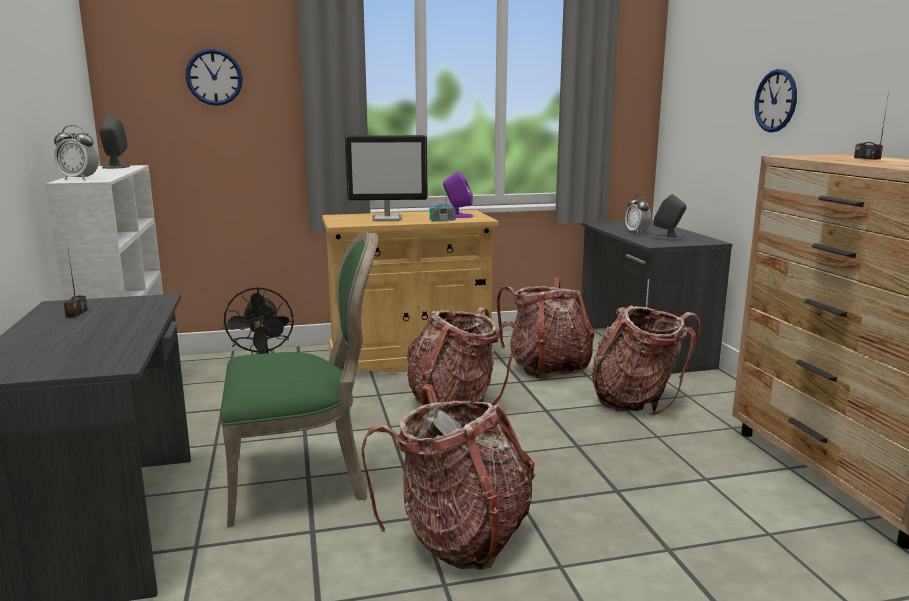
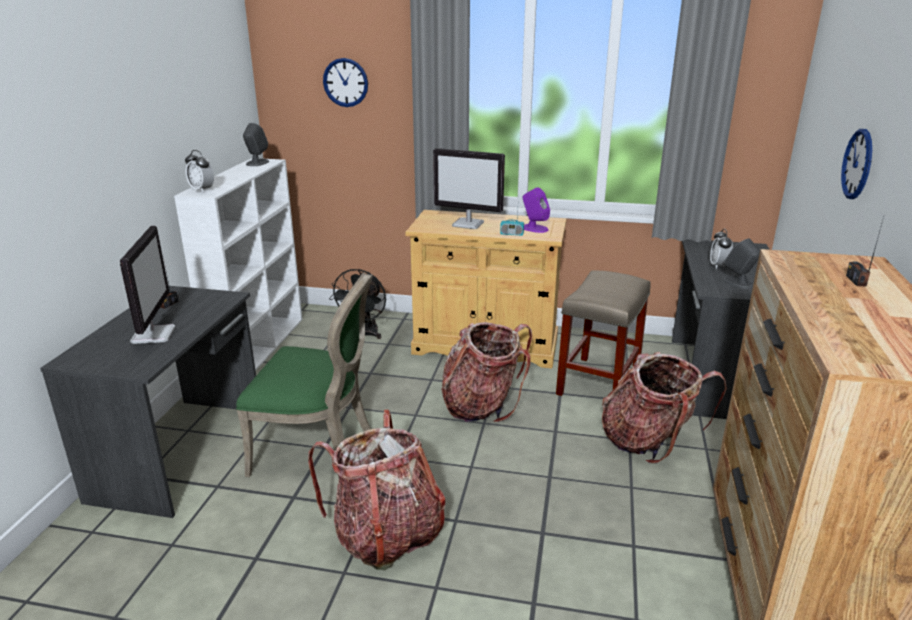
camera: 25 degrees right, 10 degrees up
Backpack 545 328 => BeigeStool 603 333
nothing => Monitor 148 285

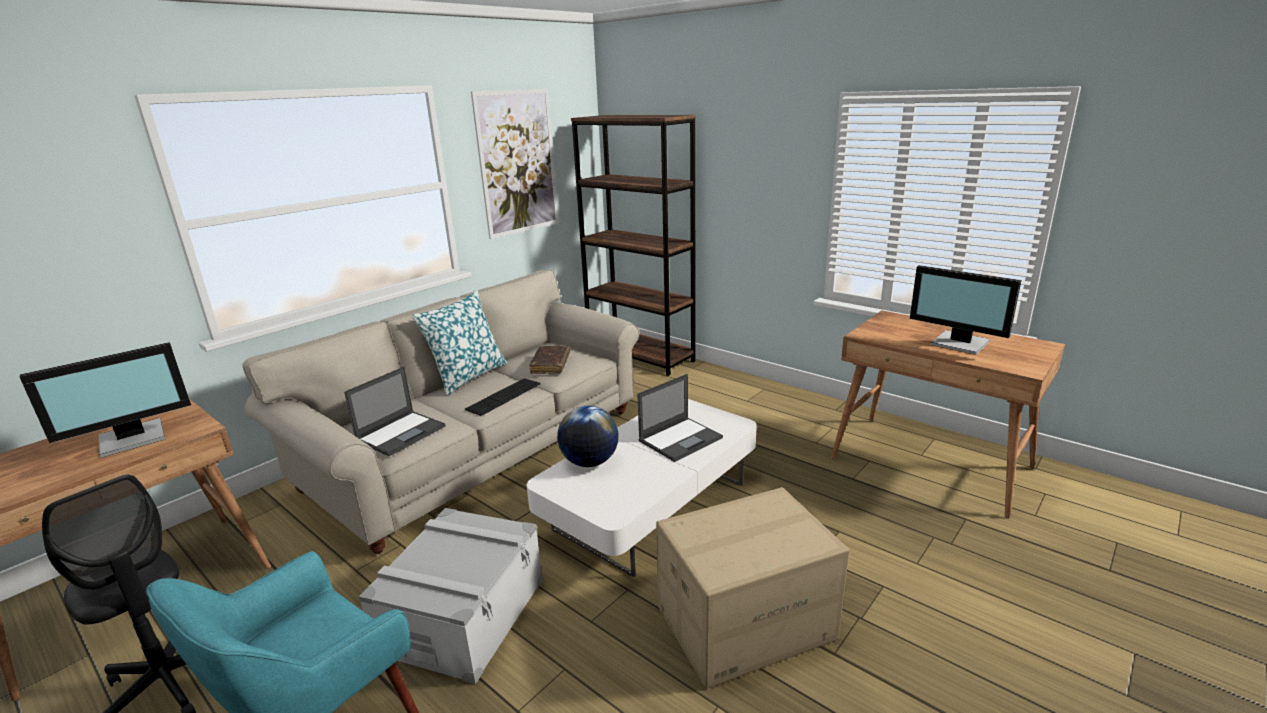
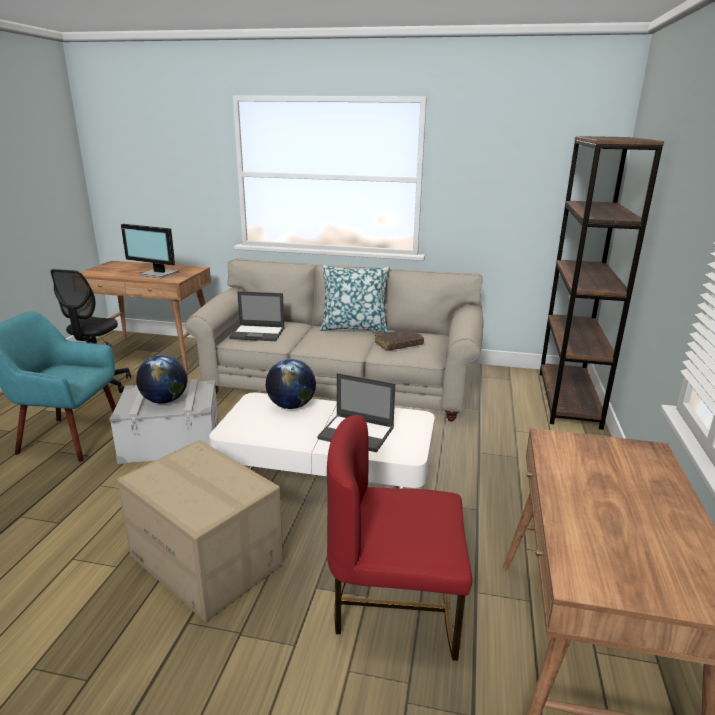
camera: 60 degrees right, 0 degrees up
Picture 515 163 => nothing
Monitor 966 310 => nothing
Keyboard 502 397 => nothing
nothing => Globe 161 379
nothing => RedChair 399 538

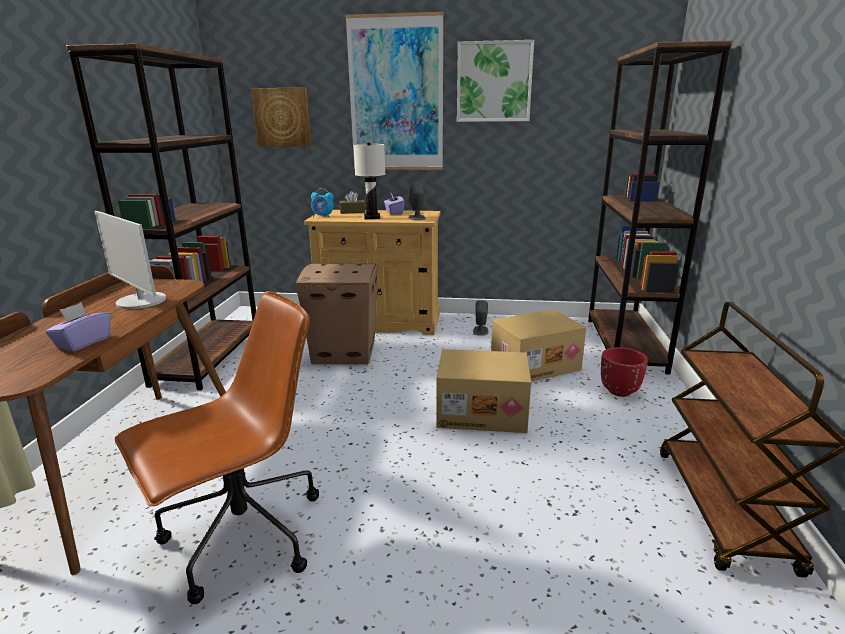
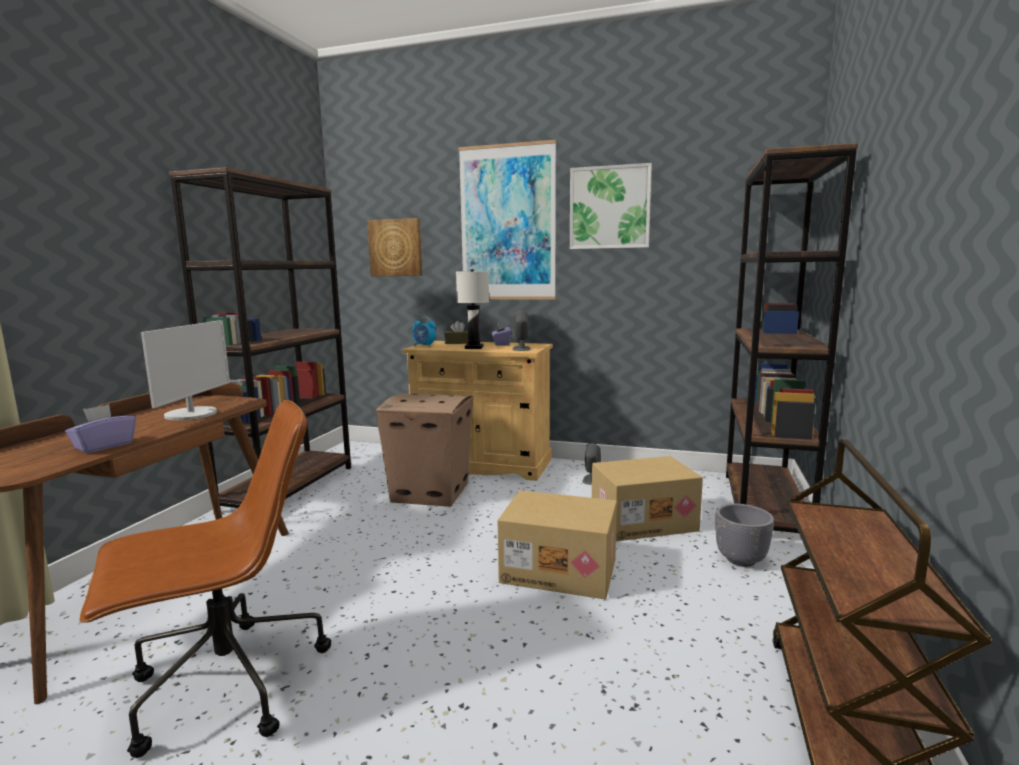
camera: 10 degrees right, 10 degrees down
Monitor 130 260 => Monitor 185 370, 135 degrees counterclockwise
RedPlanter 624 372 => GreyPlanter 744 535

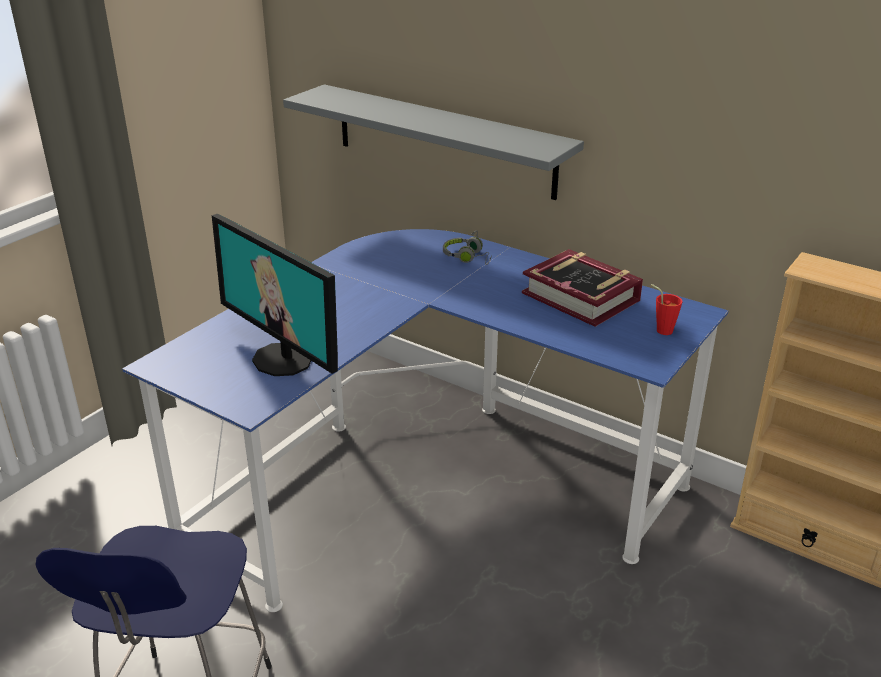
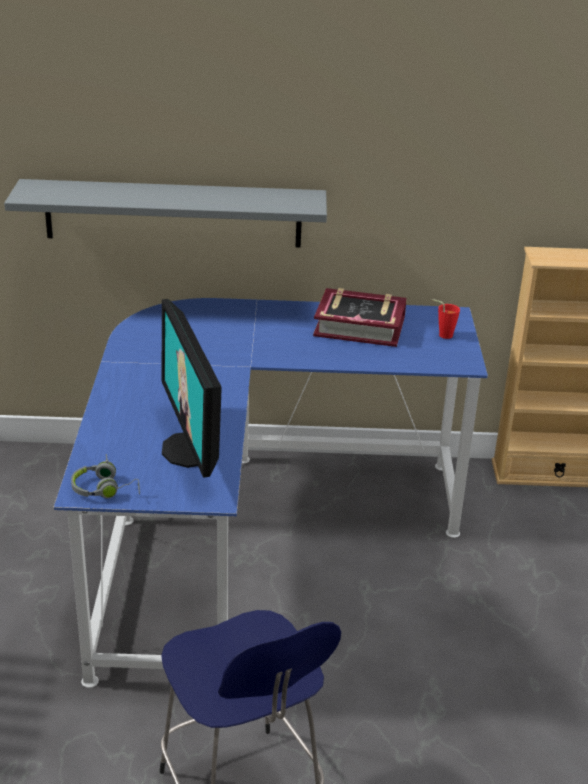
camera: 35 degrees left, 0 degrees up
Monitor 275 295 => Monitor 192 388, 60 degrees clockwise
GreyHeadphones 467 247 => GreyHeadphones 105 476, move

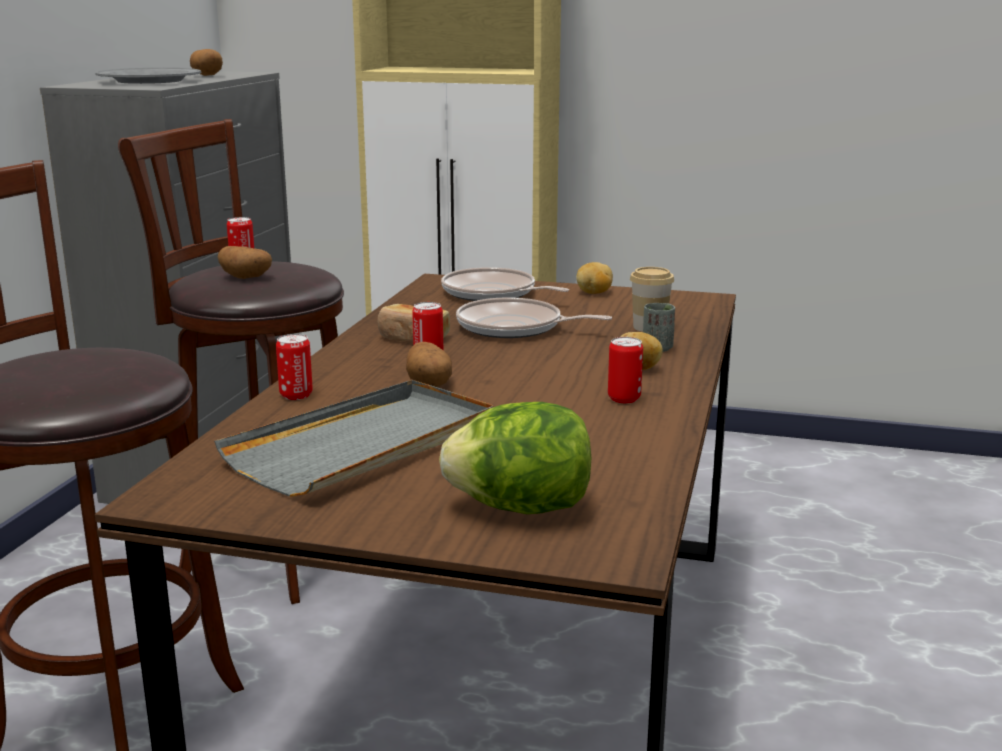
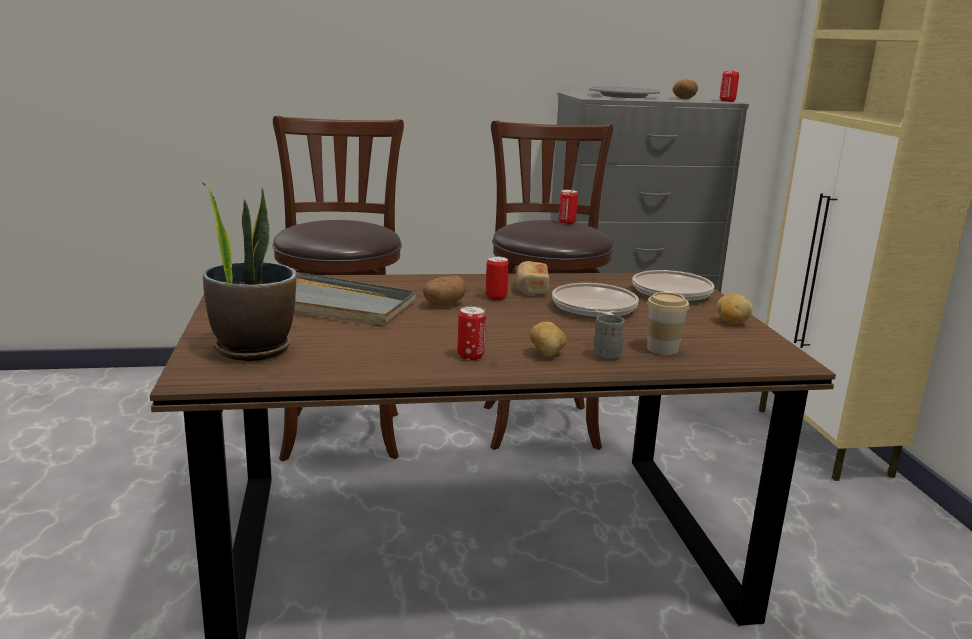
camera: 65 degrees right, 0 degrees up
Potato 245 262 => nothing
Can 294 367 => Can 729 86, move
Lettuce 515 458 => PottedPlant 249 271

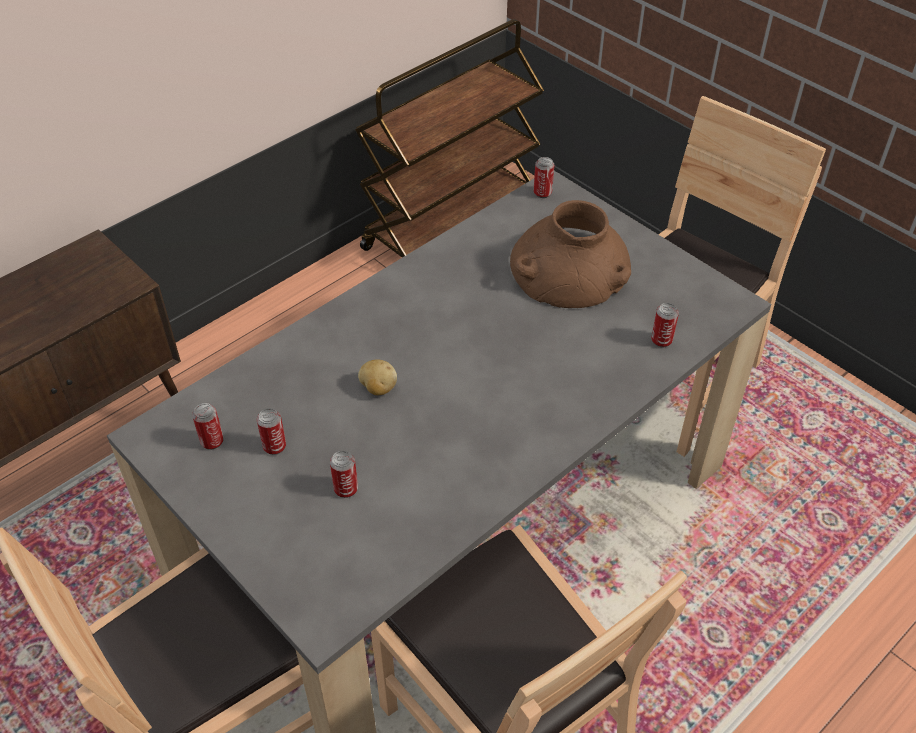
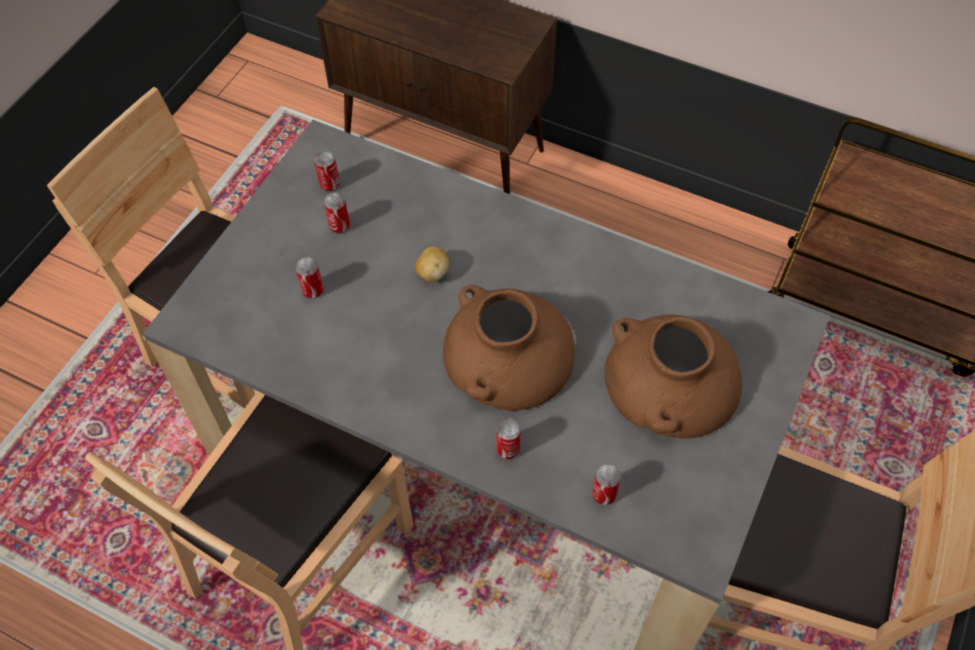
camera: 70 degrees right, 10 degrees up
Can 544 177 => Can 508 438, move
nothing => BrownVase 509 348

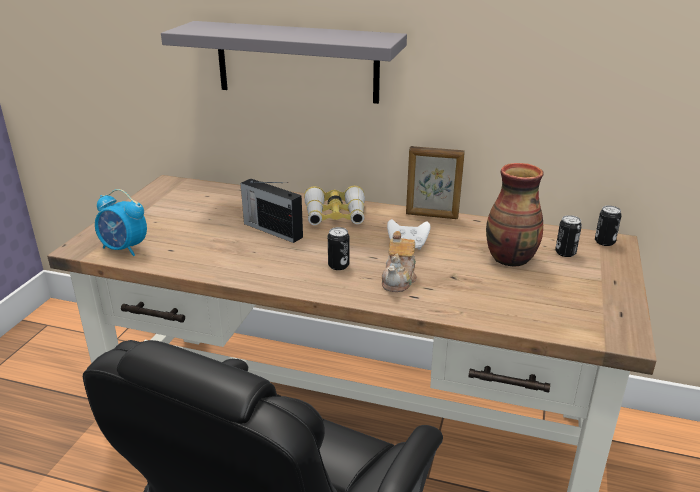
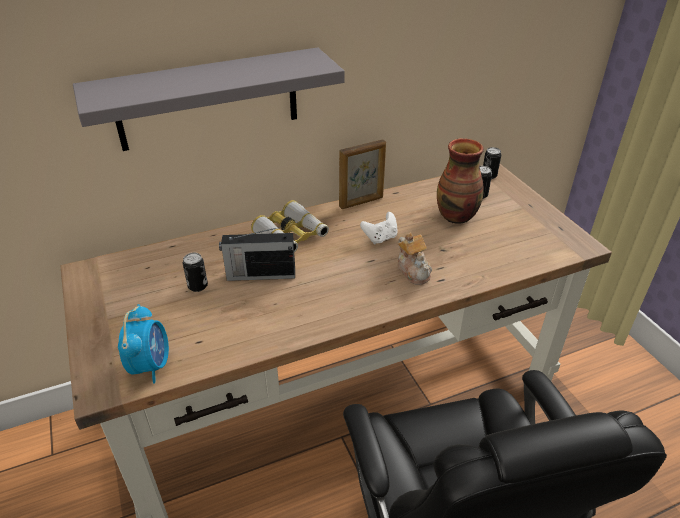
camera: 40 degrees left, 10 degrees up
AlarmClock 121 222 => AlarmClock 143 344, 75 degrees counterclockwise
Can 338 248 => Can 195 272, move

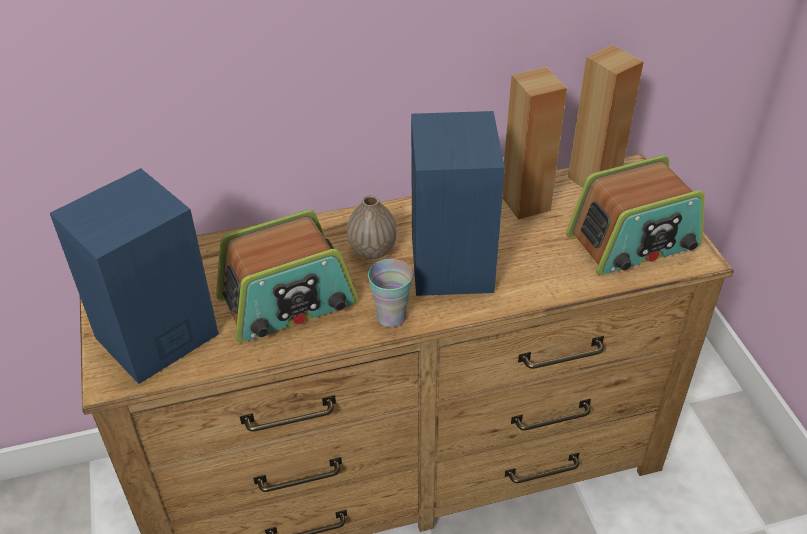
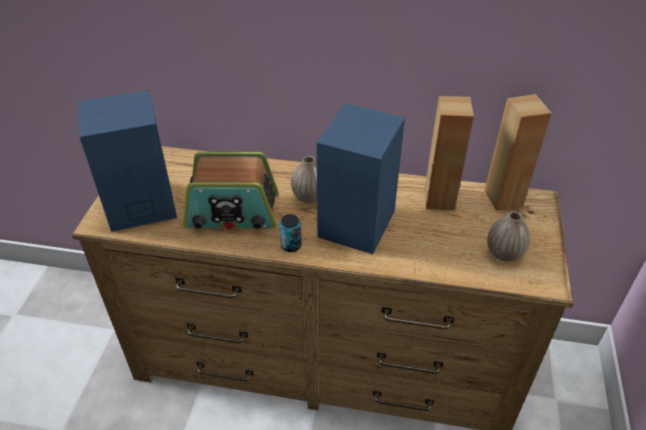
camera: 25 degrees right, 0 degrees up
Radio 635 215 => Vase 508 236
Cup 390 293 => Can 290 233

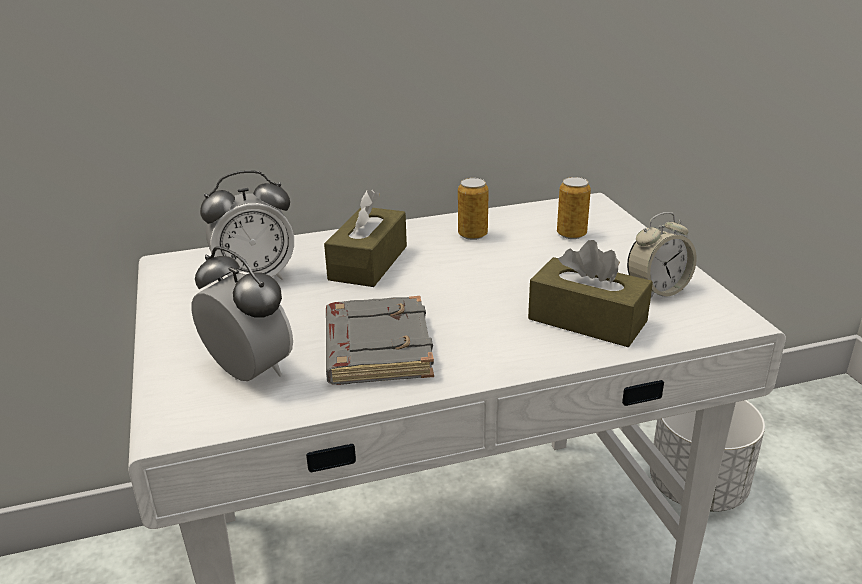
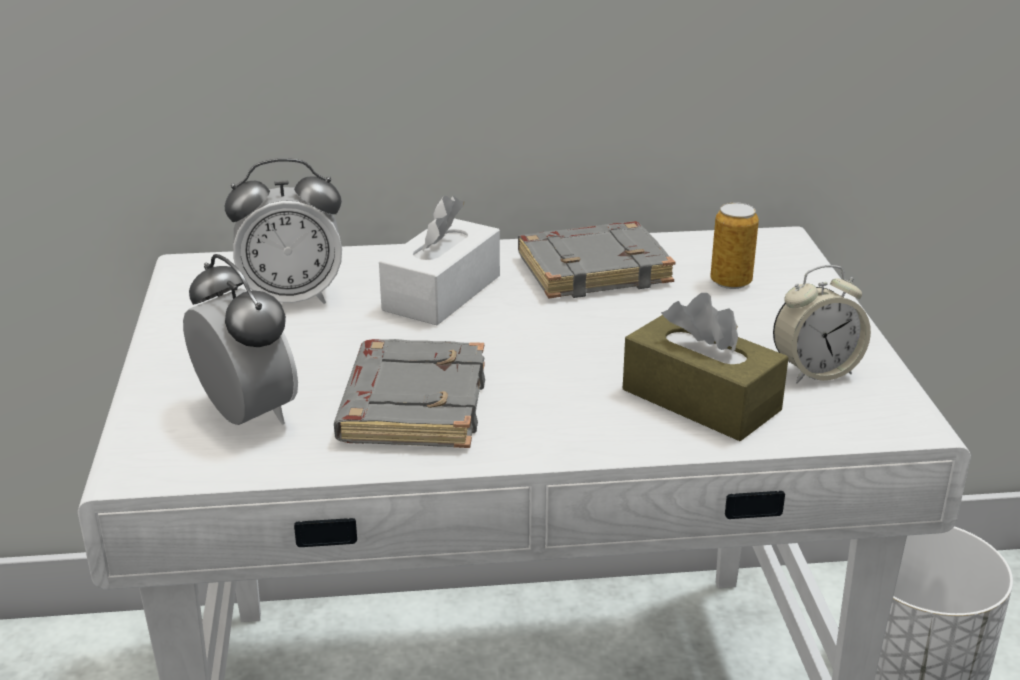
camera: 10 degrees right, 0 degrees up
Can 473 209 => GreyBook 597 260
BrownTissueBox 365 238 => WhiteTissueBox 439 260

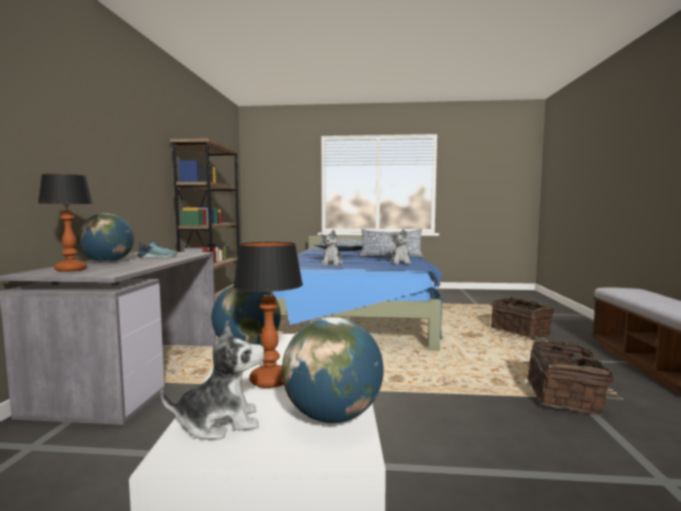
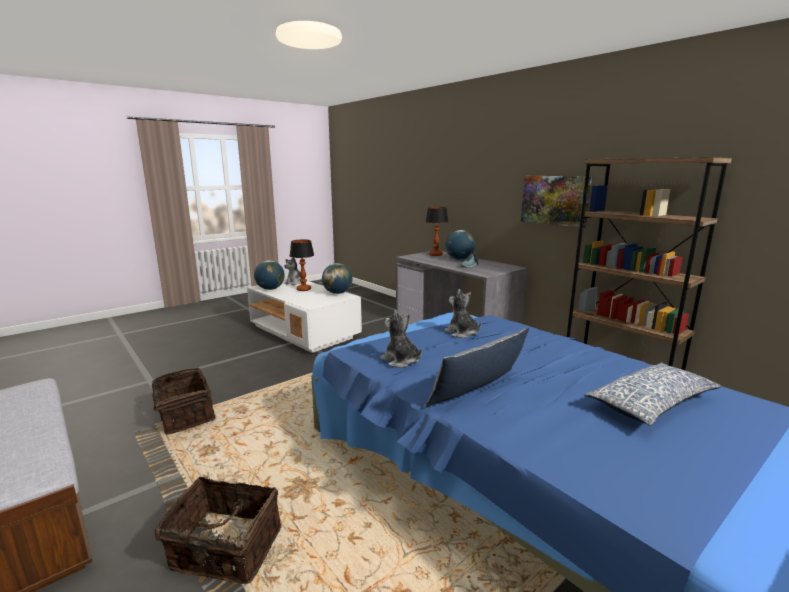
camera: 135 degrees right, 10 degrees up
nothing => Picture 556 202

